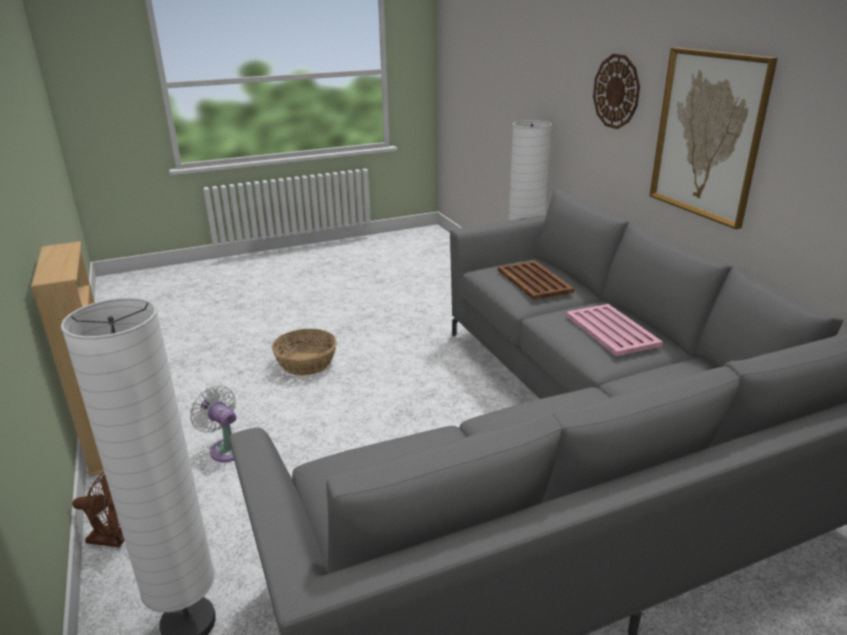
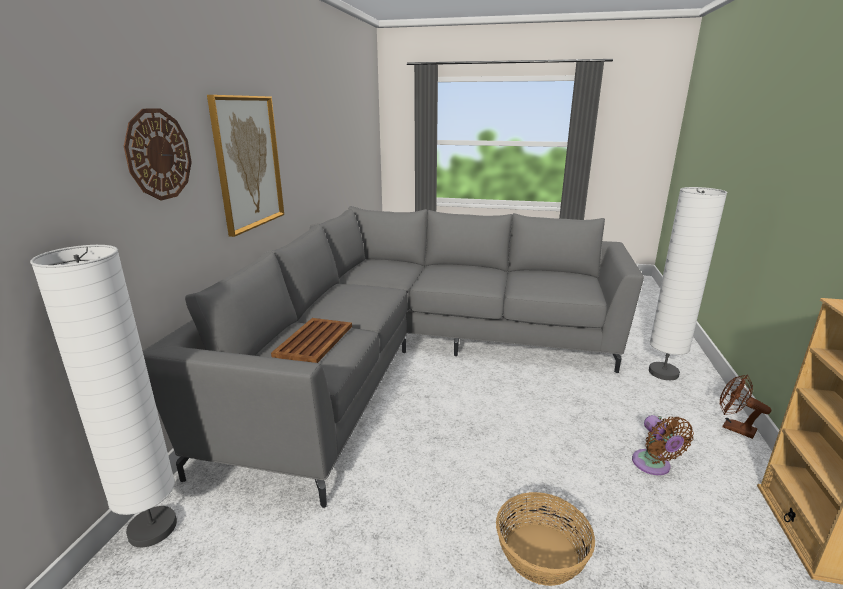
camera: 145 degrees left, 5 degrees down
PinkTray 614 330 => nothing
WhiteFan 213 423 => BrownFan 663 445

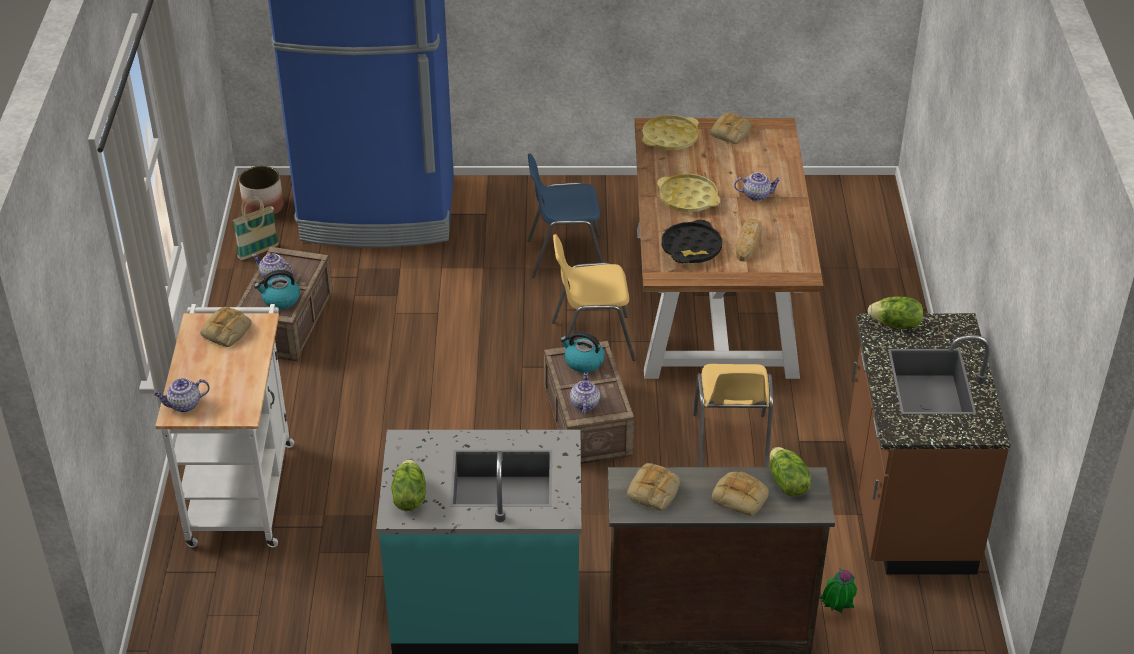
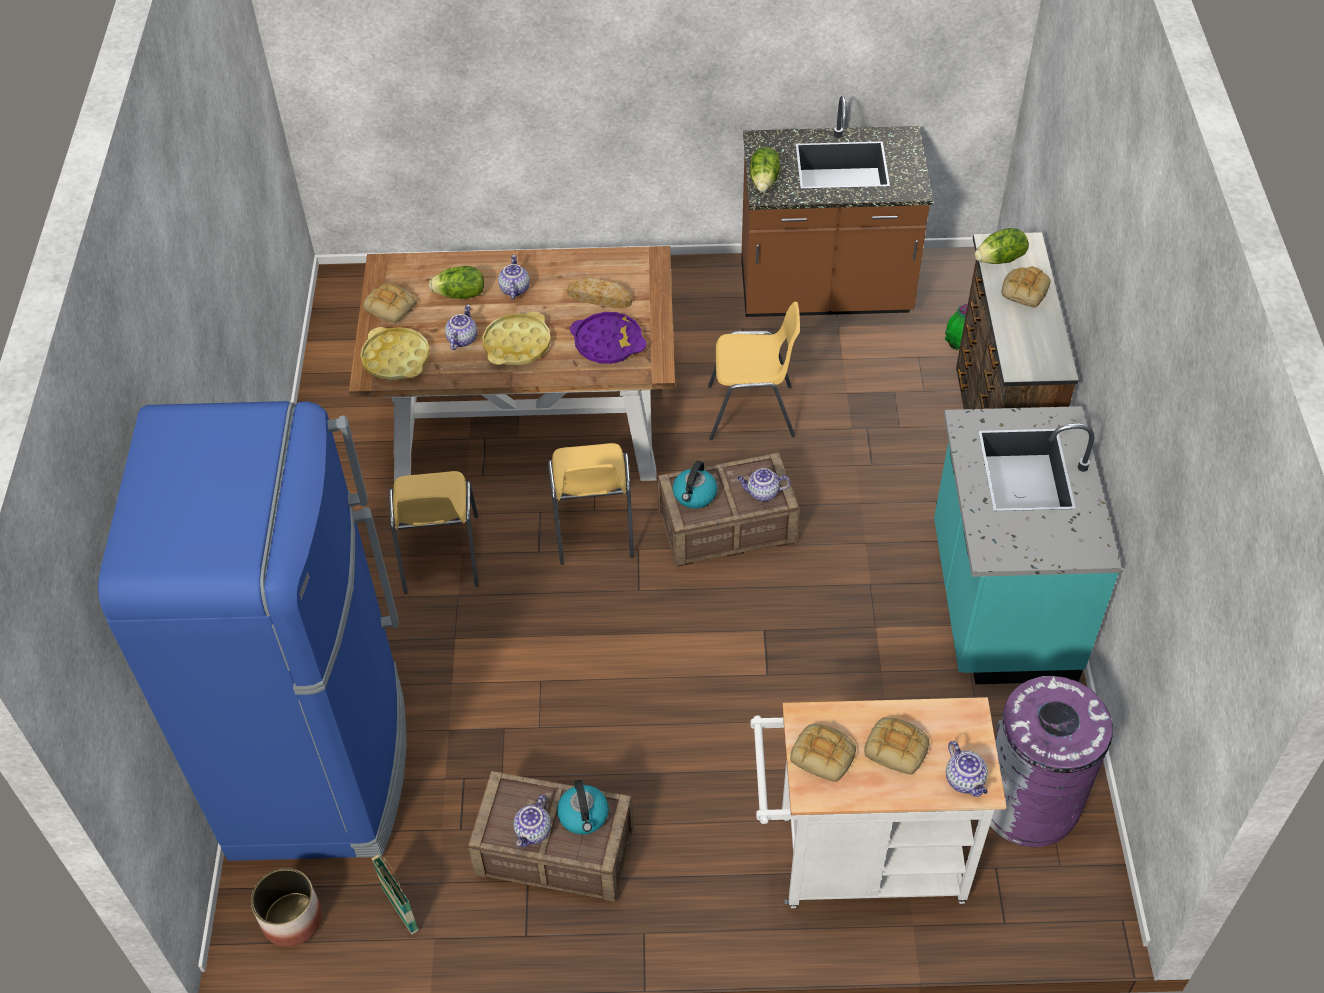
camera: 90 degrees left, 10 degrees up
BlueChair 565 216 => YellowChair 433 532
BlackTray 692 241 => PurpleTray 608 338
Lettuce 408 485 => Lettuce 456 282, move
Bread 653 487 => Bread 896 746, move
nothing => Teapot 461 327
nothing => PurpleTrashCan 1051 761

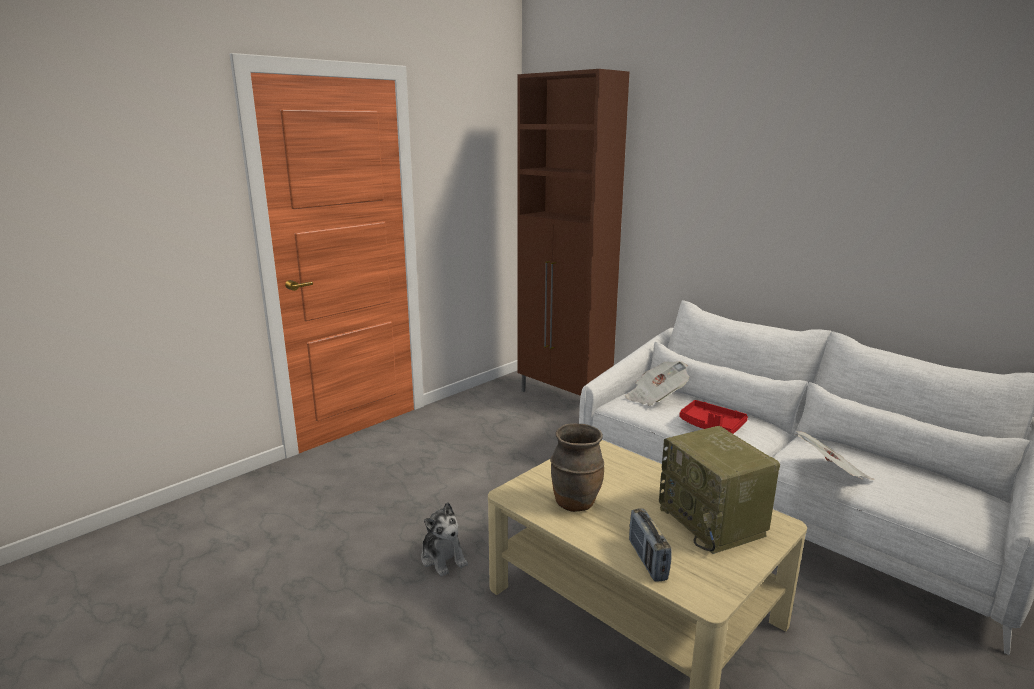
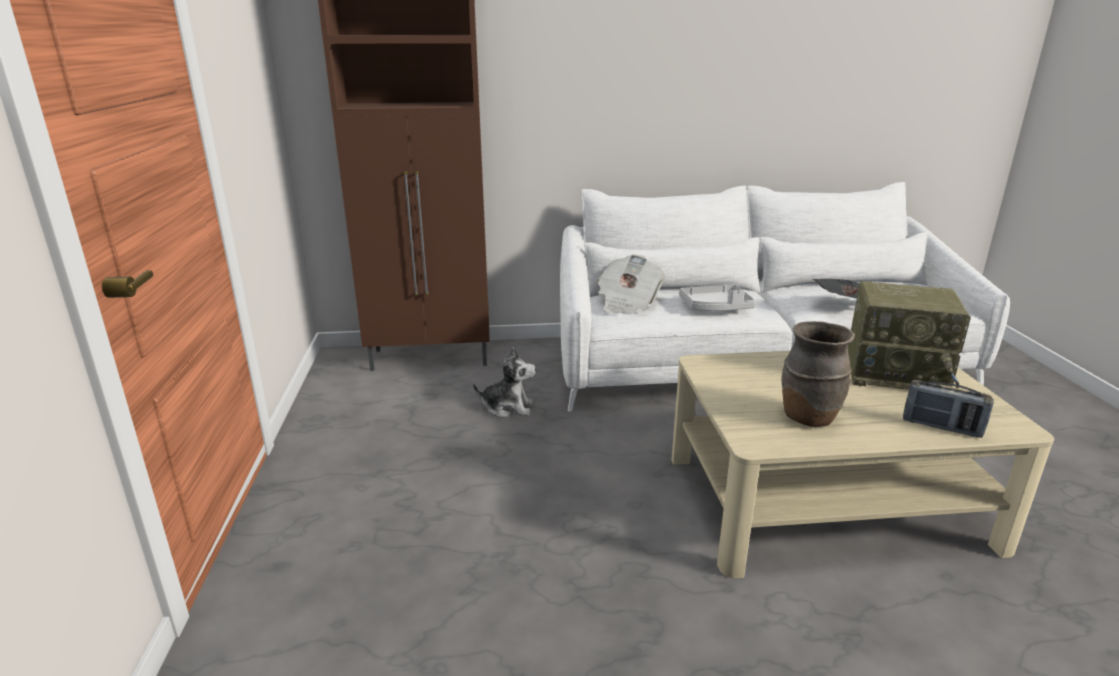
camera: 50 degrees left, 5 degrees up
RedTray 713 417 => GreyTray 717 297
PlushToy 444 539 => PlushToy 504 382, move

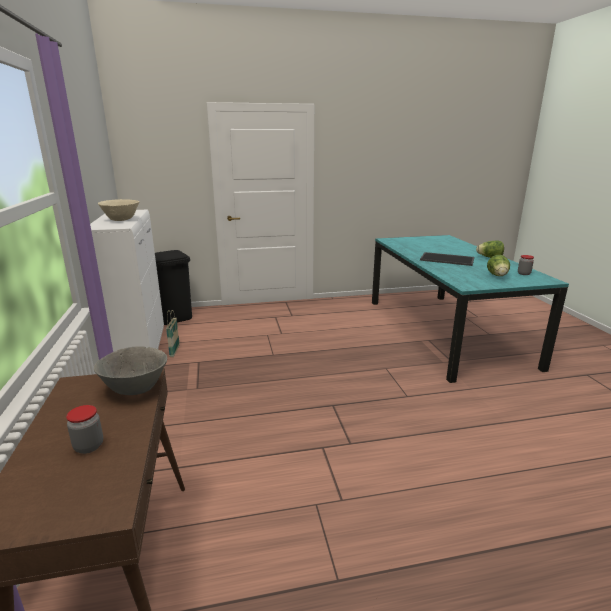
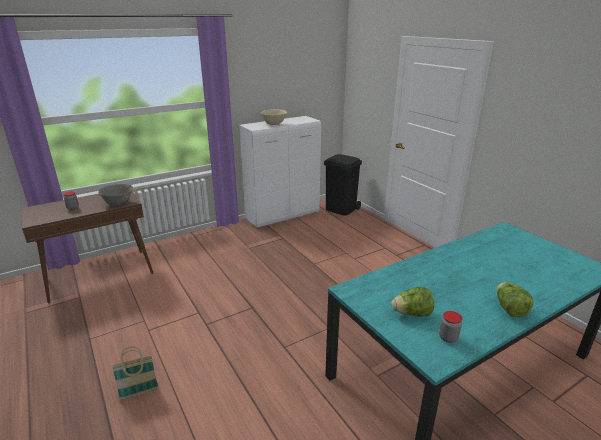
camera: 70 degrees right, 5 degrees up
Tray 447 259 => nothing
Basket 173 333 => Basket 135 373, move

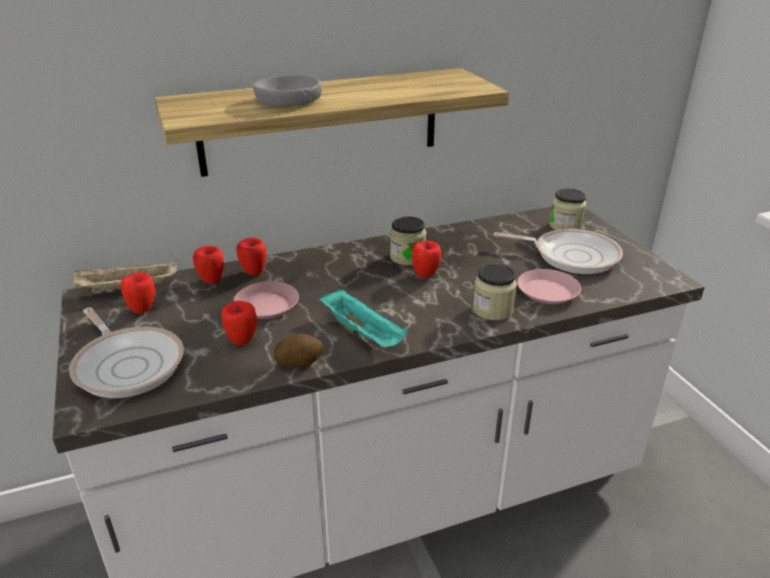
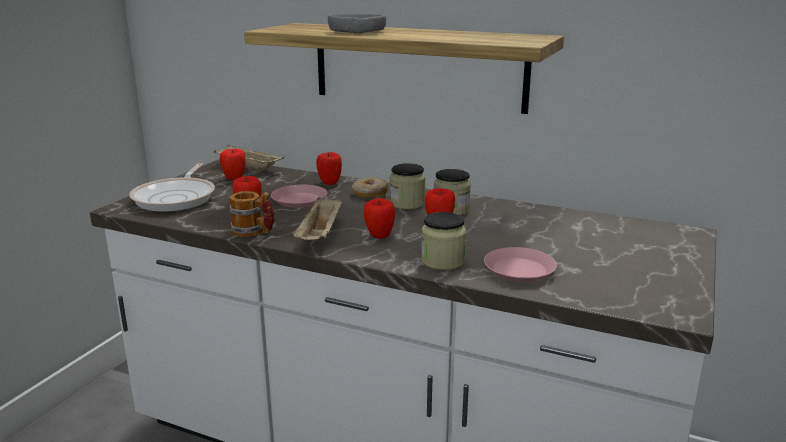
camera: 45 degrees right, 10 degrees down
Jar 568 209 => Jar 408 186, move
FryingPan 558 251 => nothing
Apple 208 265 => Apple 379 218, move
TurquoiseTray 363 318 => BeigeTray 317 218
Potato 299 351 => Mug 252 214
nothing => Donut 370 187

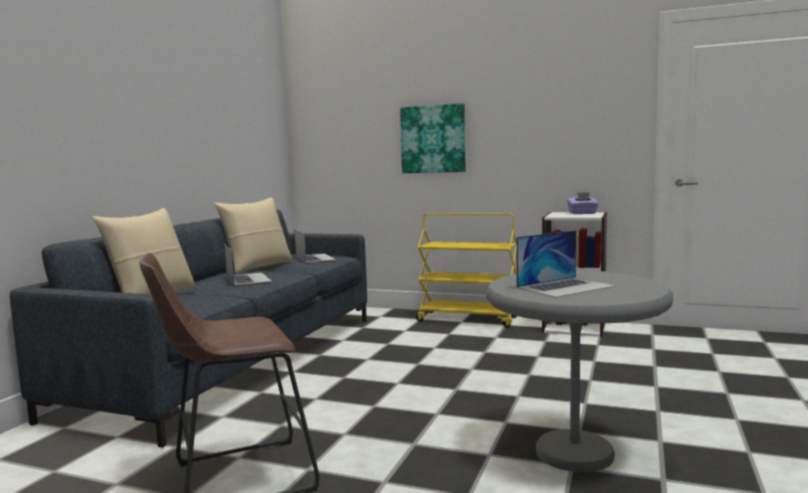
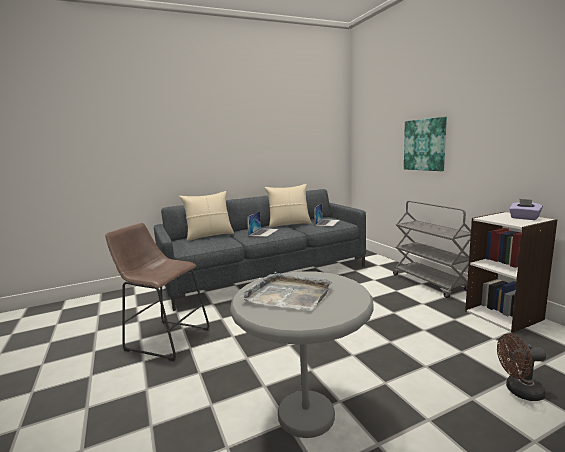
camera: 45 degrees right, 5 degrees up
YellowCart 466 270 => GreyCart 432 249
Laptop 566 264 => GreyTray 286 291
nothing => BrownFan 521 367

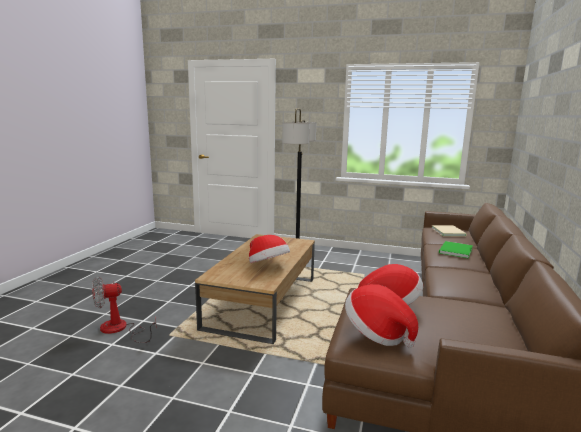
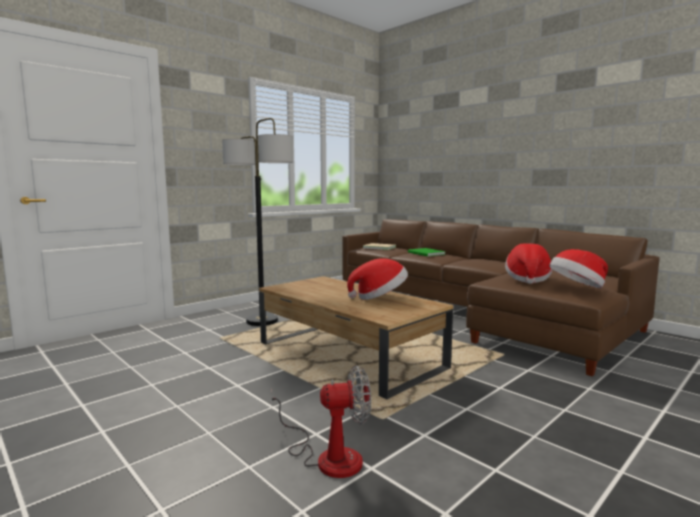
camera: 60 degrees left, 5 degrees down
Fan 124 310 => Fan 321 421, 105 degrees counterclockwise

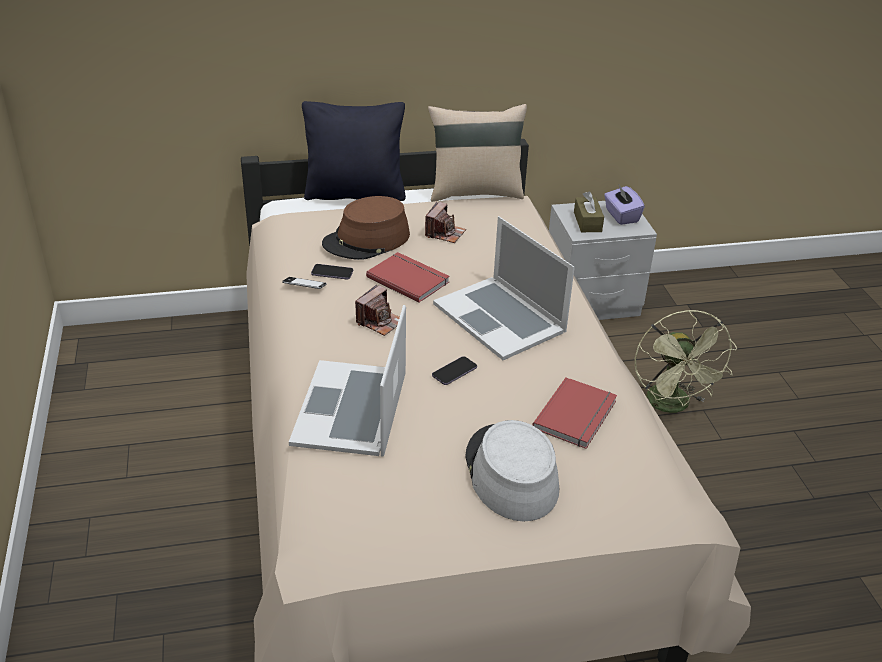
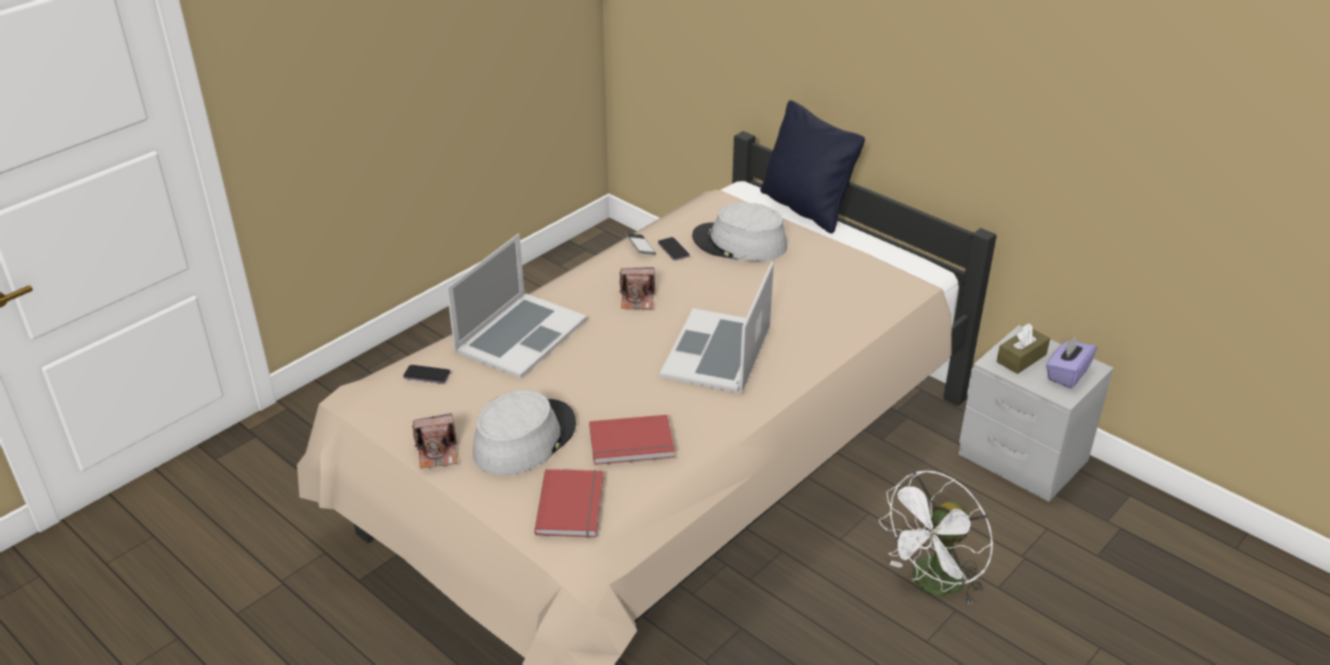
camera: 55 degrees right, 0 degrees up
BeigePillow 477 153 => nothing
BrownHat 366 228 => GreyHat 739 232
PhotoCamera 445 222 => PhotoCamera 434 441, move
RedBook 408 277 => RedBook 568 503, move
Laptop 347 381 => Laptop 517 306, 150 degrees clockwise
GreenFan 686 361 => WhiteFan 936 537
Phone 454 370 => Phone 427 374, move

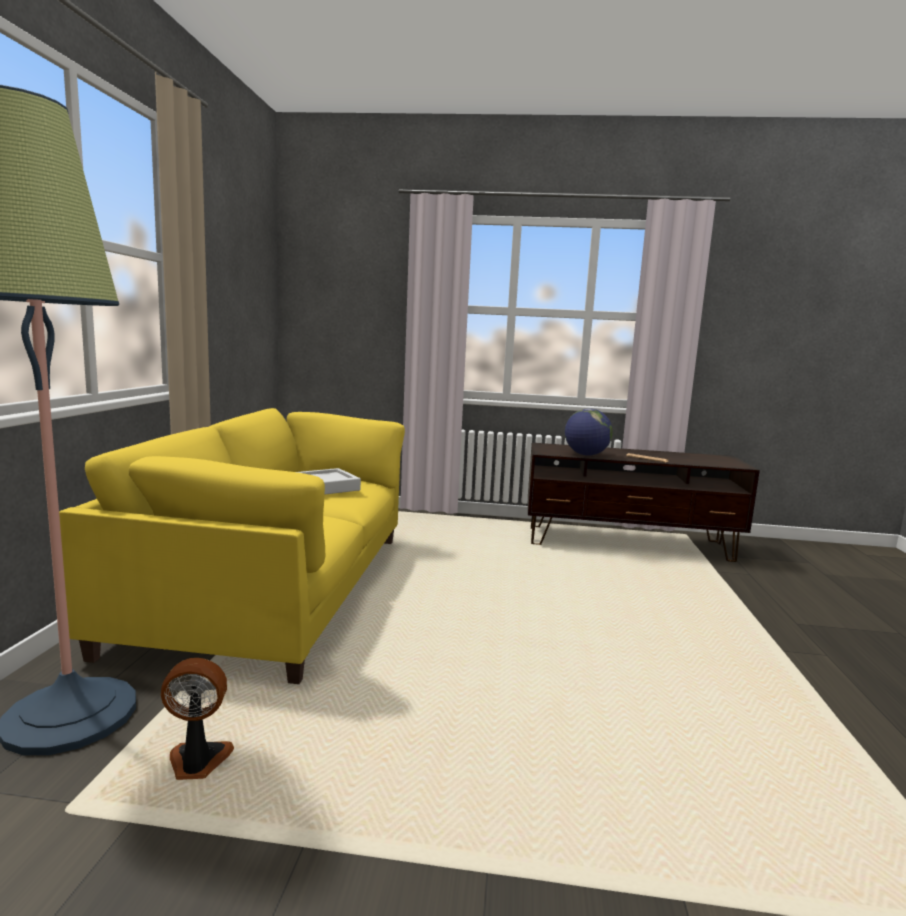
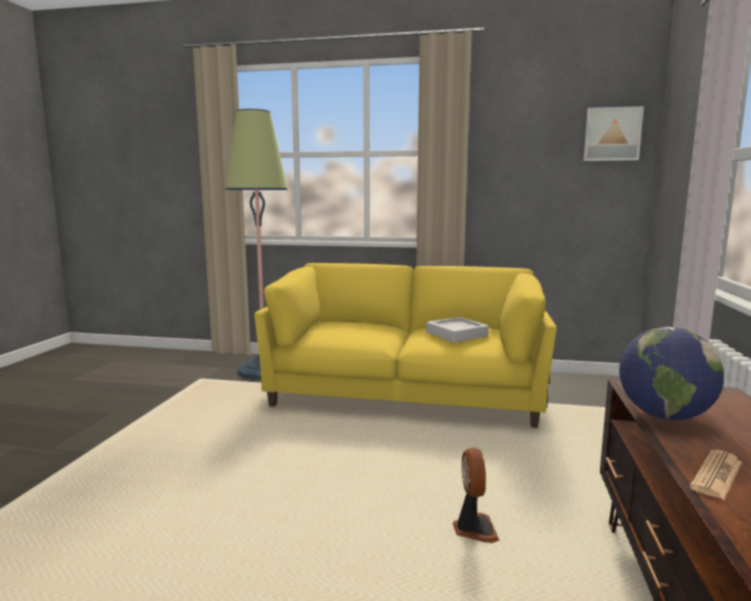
camera: 95 degrees right, 0 degrees up
Fan 197 719 => Fan 476 495, move
nothing => Picture 613 133

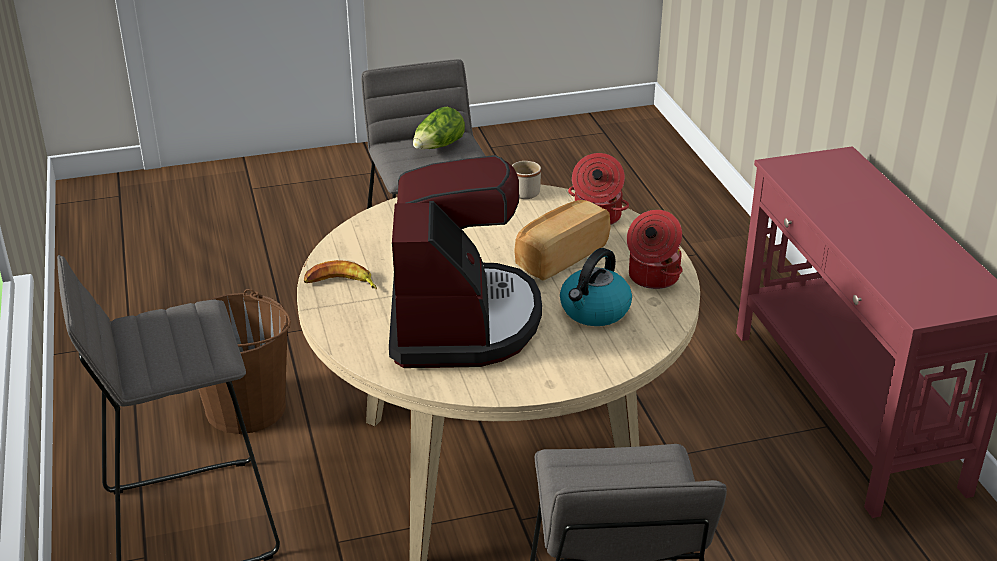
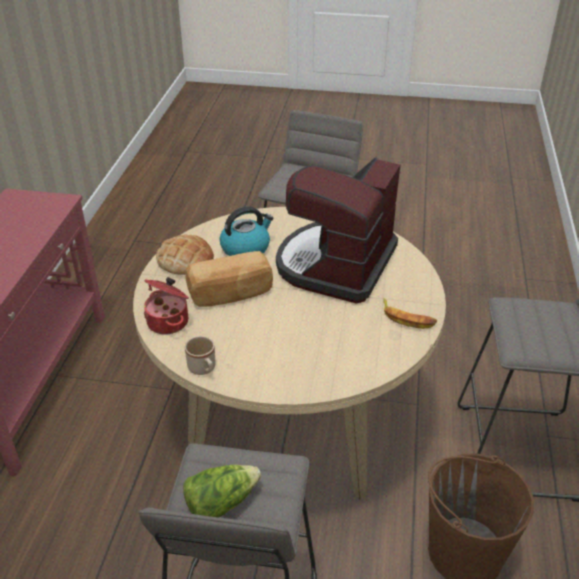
camera: 155 degrees left, 5 degrees up
CookingPot 654 249 => Bread 185 254

